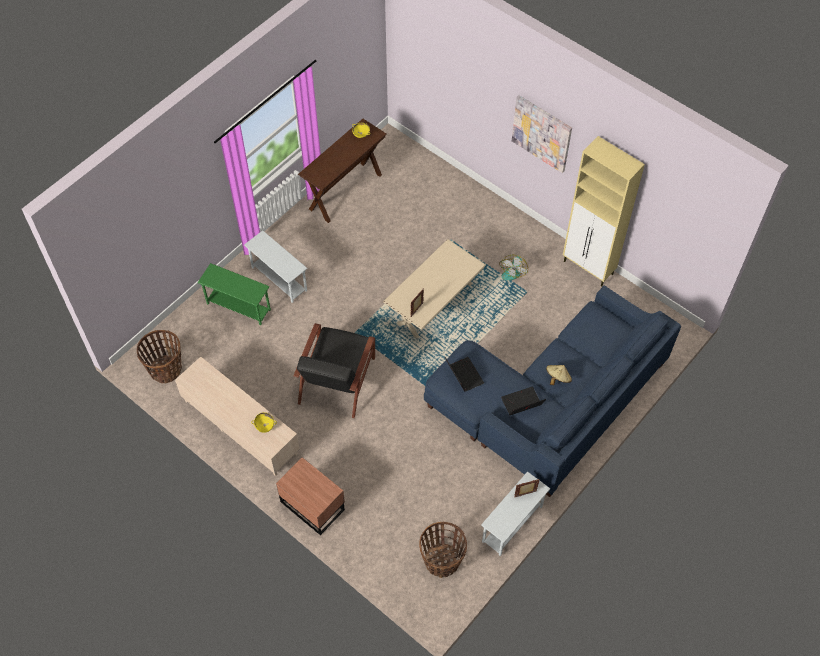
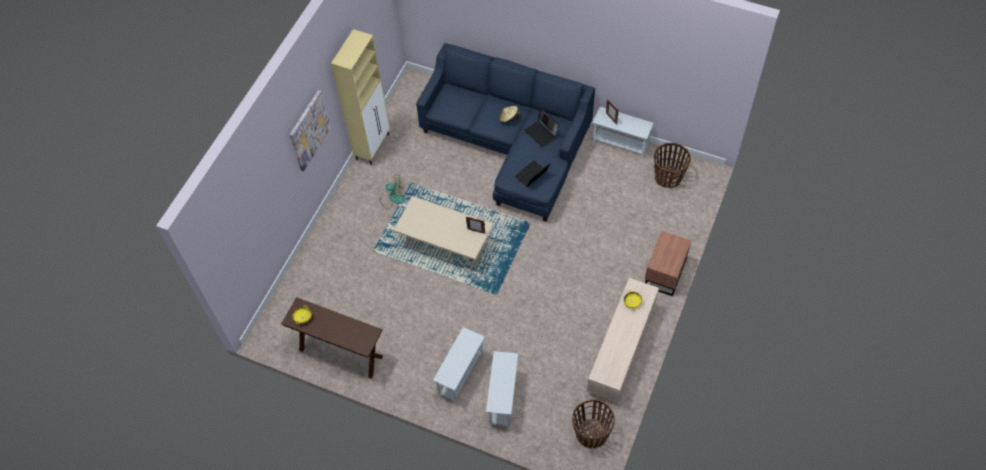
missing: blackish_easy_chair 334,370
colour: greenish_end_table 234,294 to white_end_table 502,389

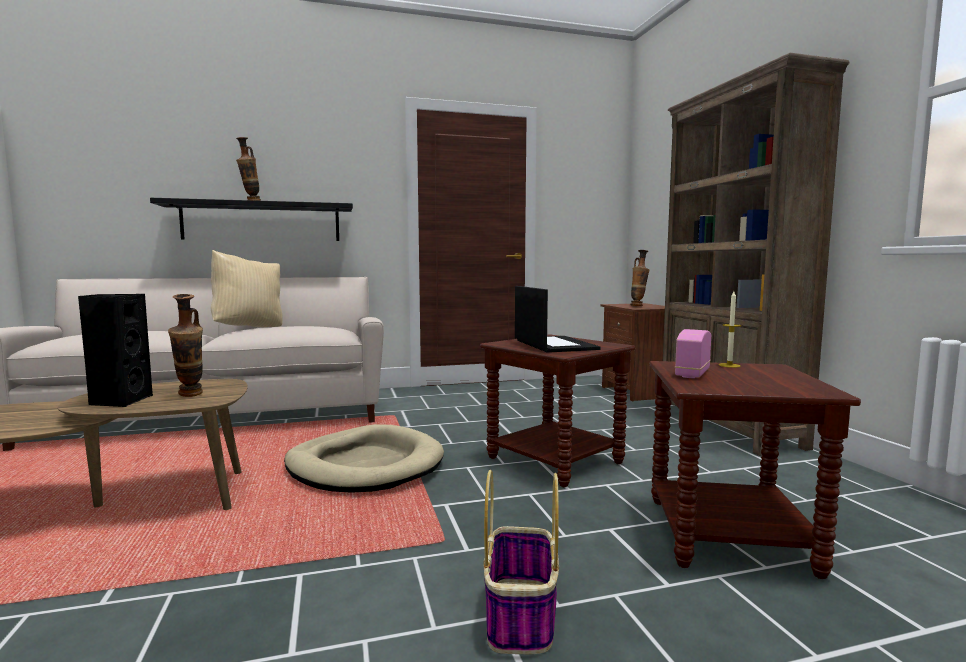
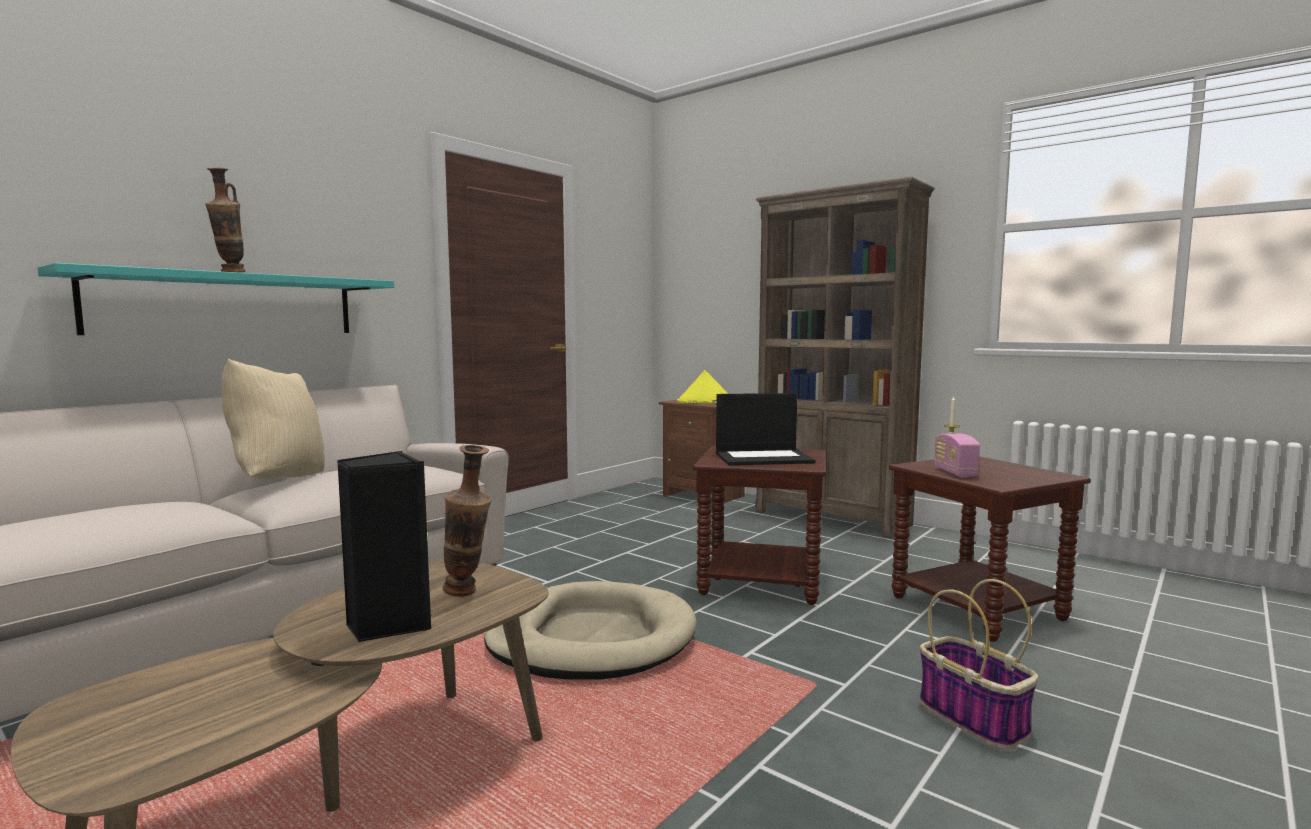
exchanged: flower_vase 640,278 to yellow_hat 702,387
colour: blackish_bracket_shelf 251,219 to blue-green_bracket_shelf 216,299
spun: laptop 557,319 = 765,429 135 degrees clockwise

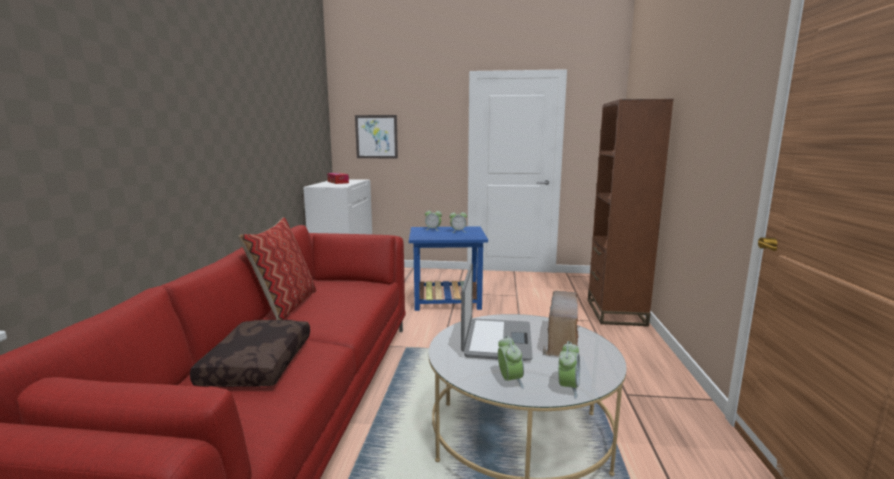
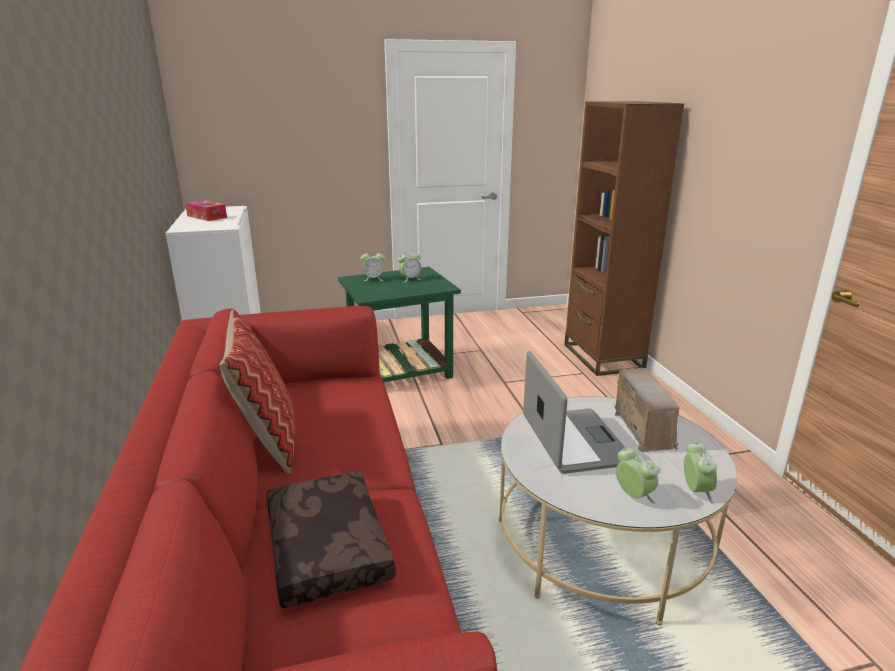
missing: wall_art 376,136
colour: bluish_end_table 448,268 to greenish_end_table 399,324

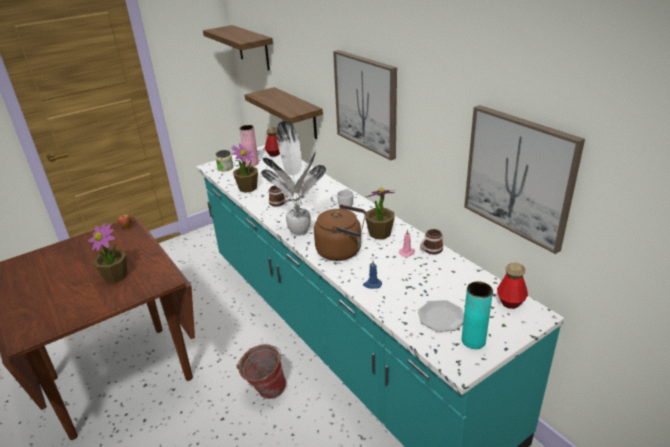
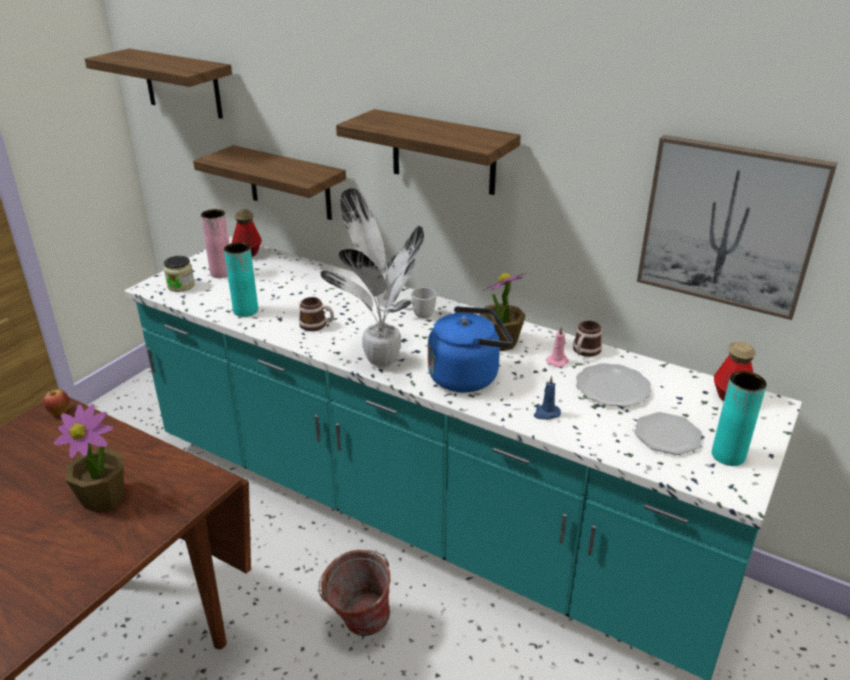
appeared: flat_dish 614,385
exchanged: houseplant 244,168 to blue-green_flower_vase 241,279; wall_art 365,105 to bracket_shelf 428,152
colour: brownish_tea_kettle 340,232 to bluish_tea_kettle 470,349

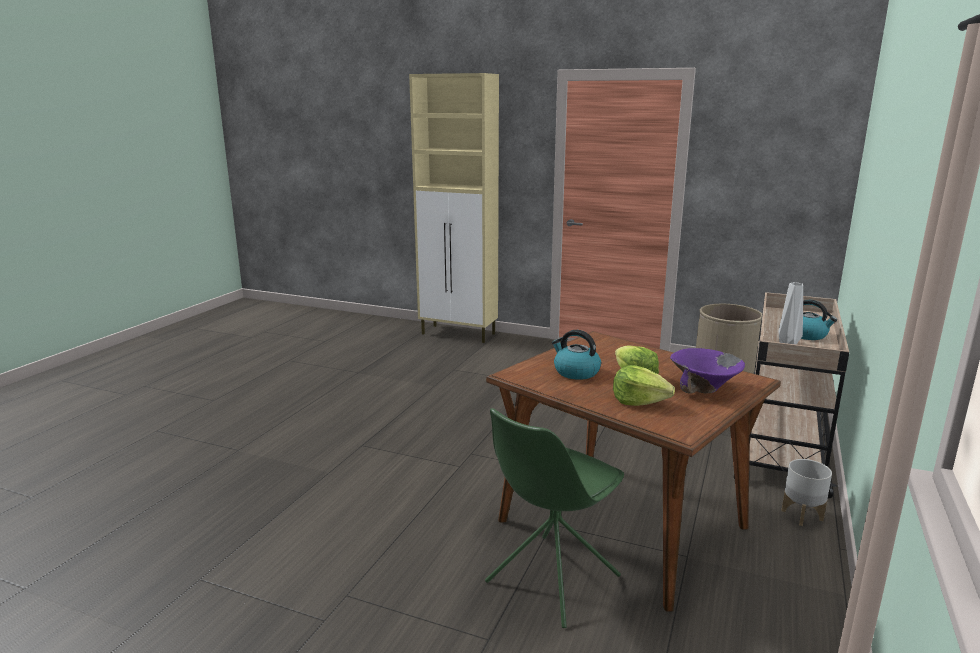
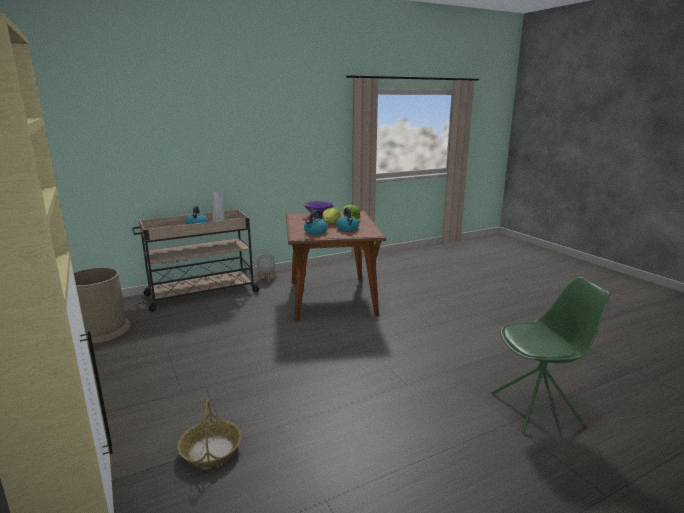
appeared: basket 209,434; tea_kettle 316,222
relocated: greenish_plain_chair 554,518 to 550,355

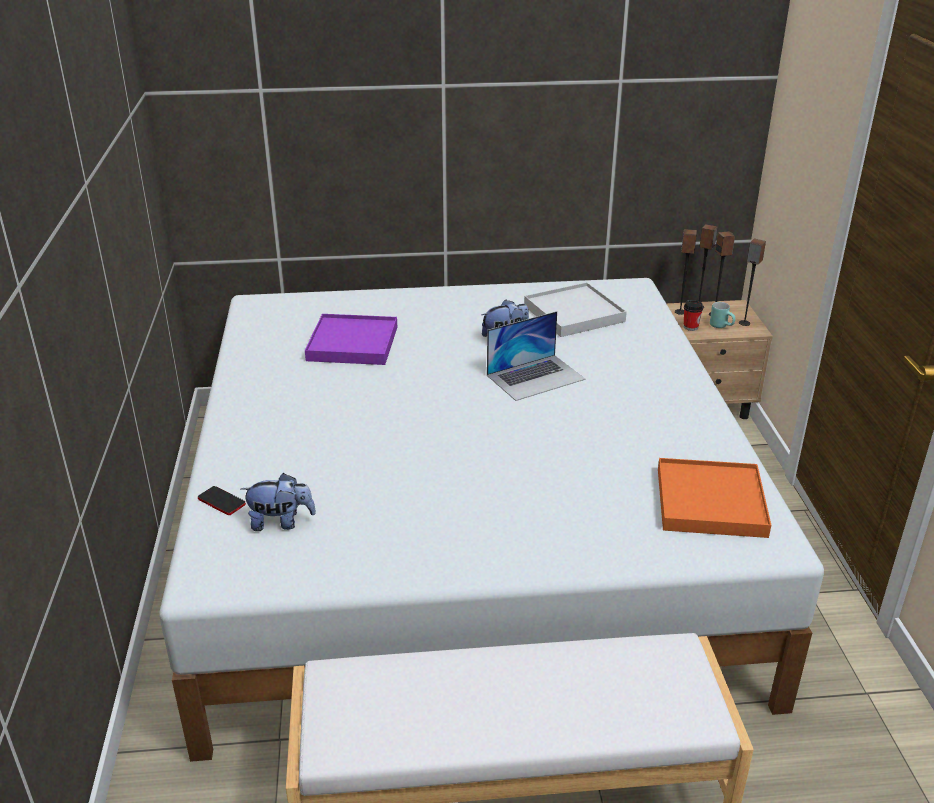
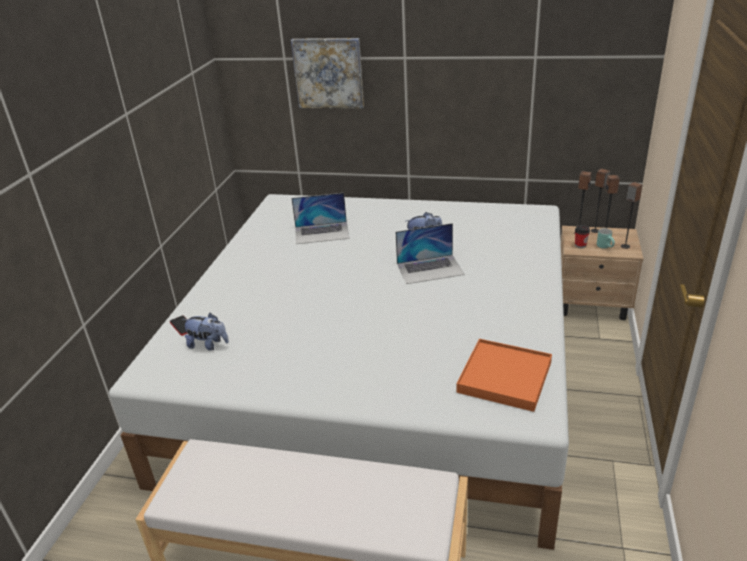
missing: white_tray 575,309
appeared: wall_art 327,73
exchanged: purplish_tray 351,339 to laptop 321,218

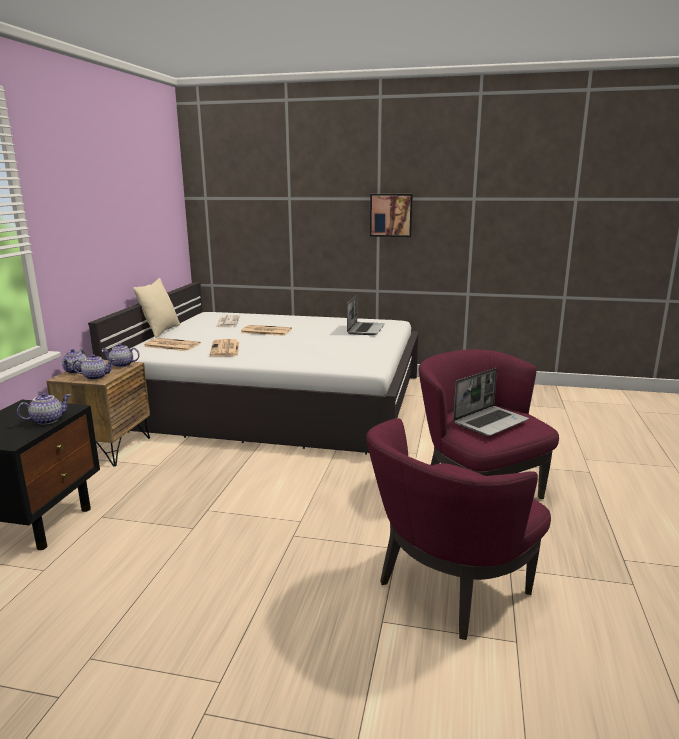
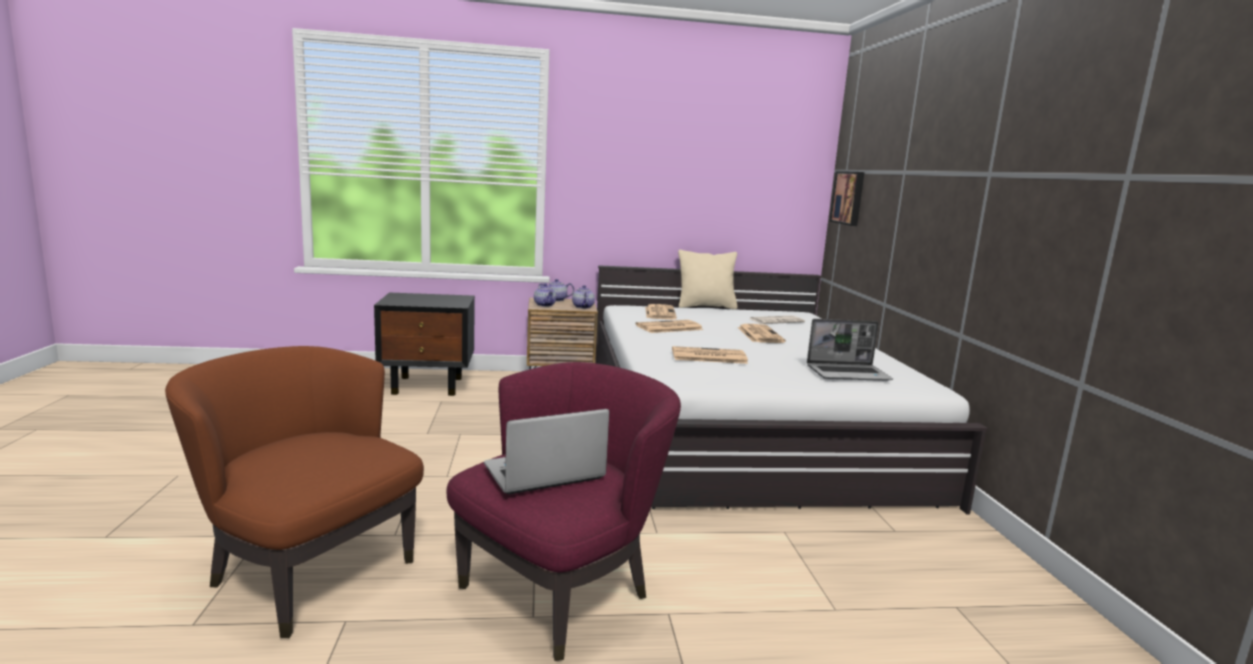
missing: pot_for_tea 43,409
appeared: newspaper 710,355
relocated: wall_art 391,215 to 847,198
colour: purplish_easy_chair 458,529 to brownish_easy_chair 294,492
spun: laptop 491,402 = 546,451 120 degrees clockwise

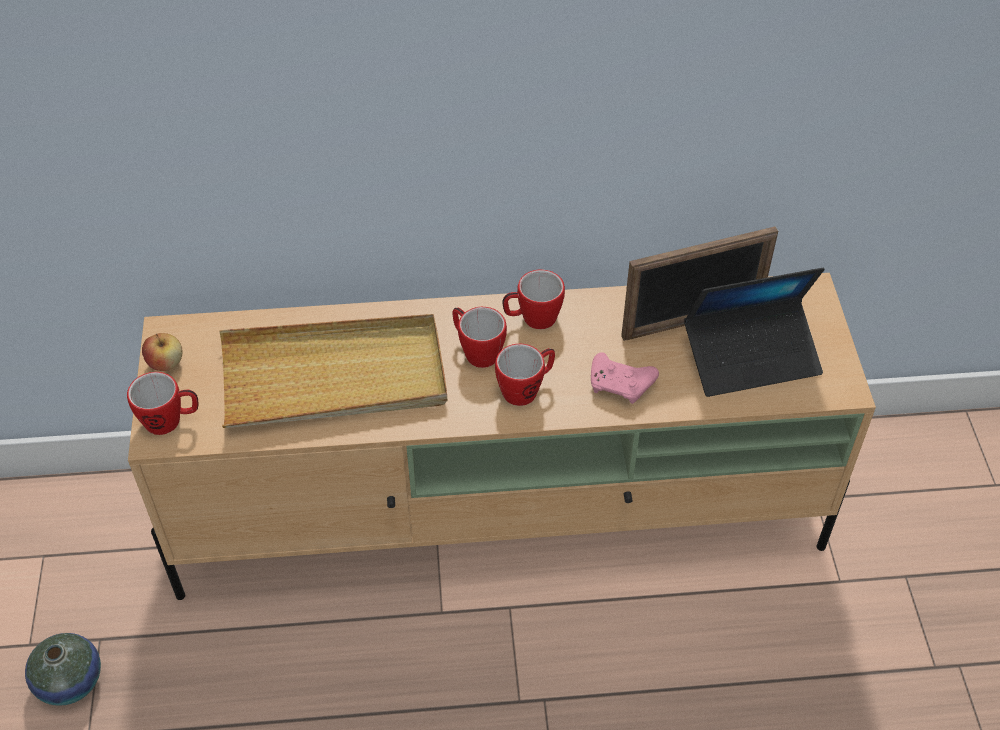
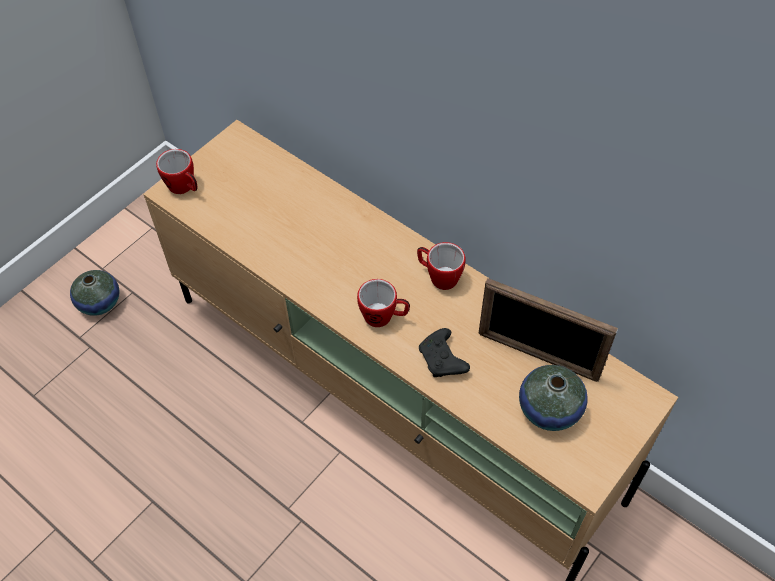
missing: whole_apple 162,352; beige_tray 333,371; coffee_mug 479,337
exchanged: laptop 754,332 to flower_vase 553,398
colour: pink-coloured_joypad 625,378 to blackish_joypad 444,352

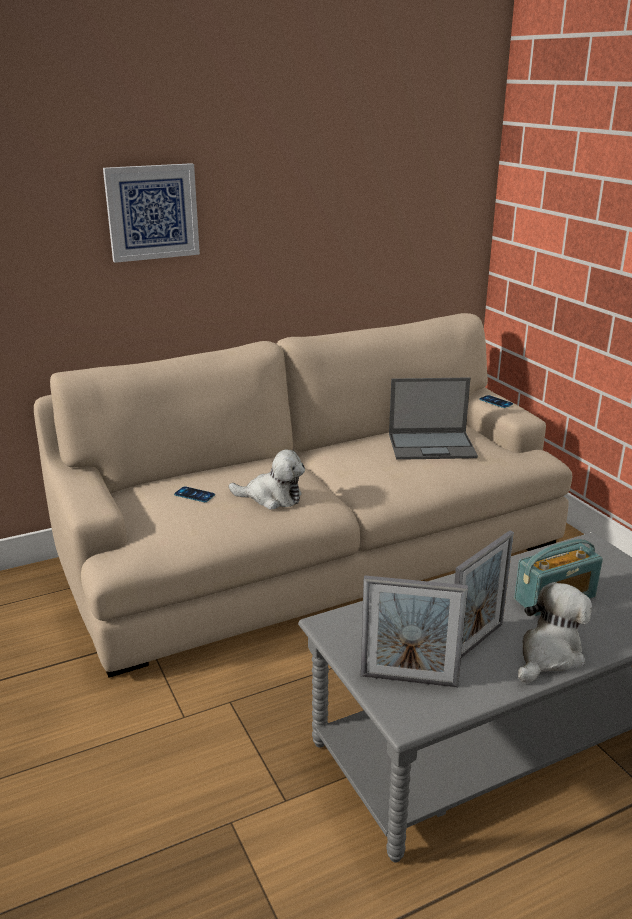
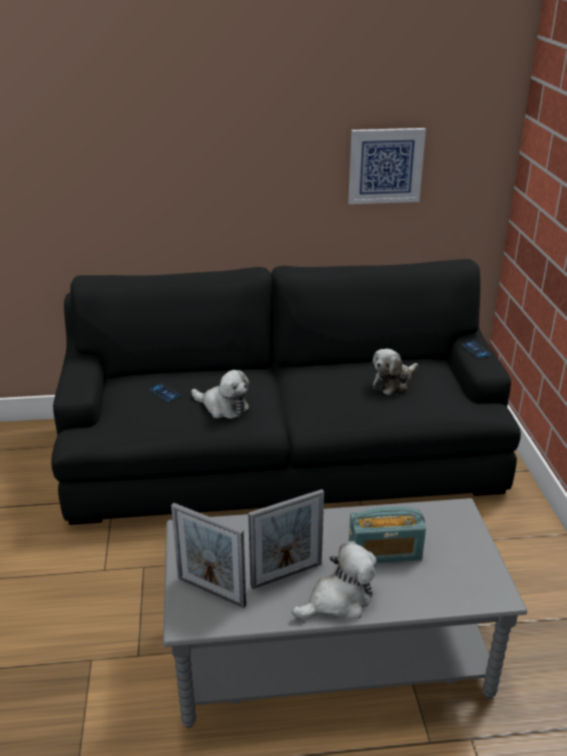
relocated: wall_art 151,213 to 387,166
exchanged: laptop 433,418 to cuddly_toy 395,372
colour: beige_sofa 303,495 to blackish_sofa 286,392

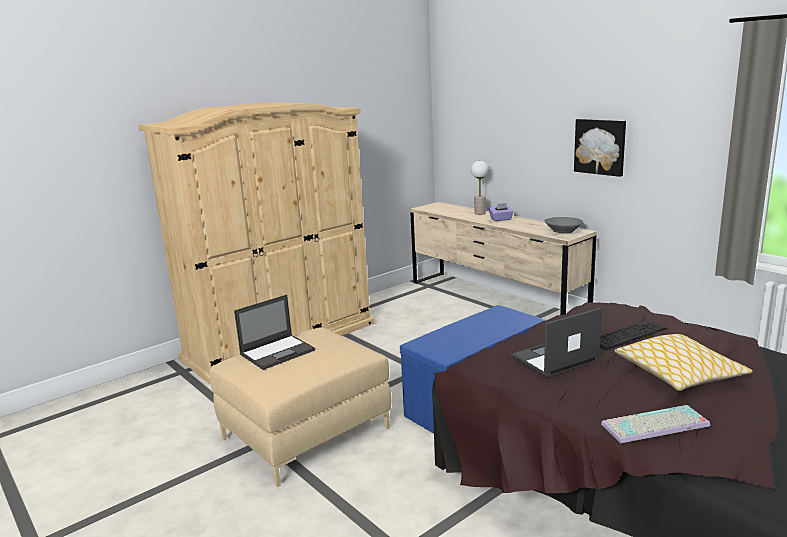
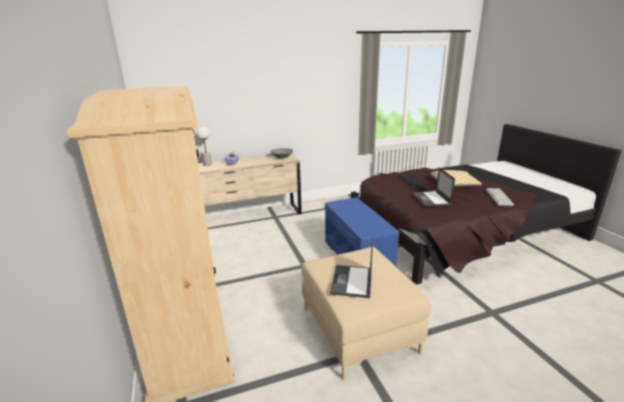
missing: wall_art 600,148
spun: laptop 274,332 = 351,267 150 degrees counterclockwise

